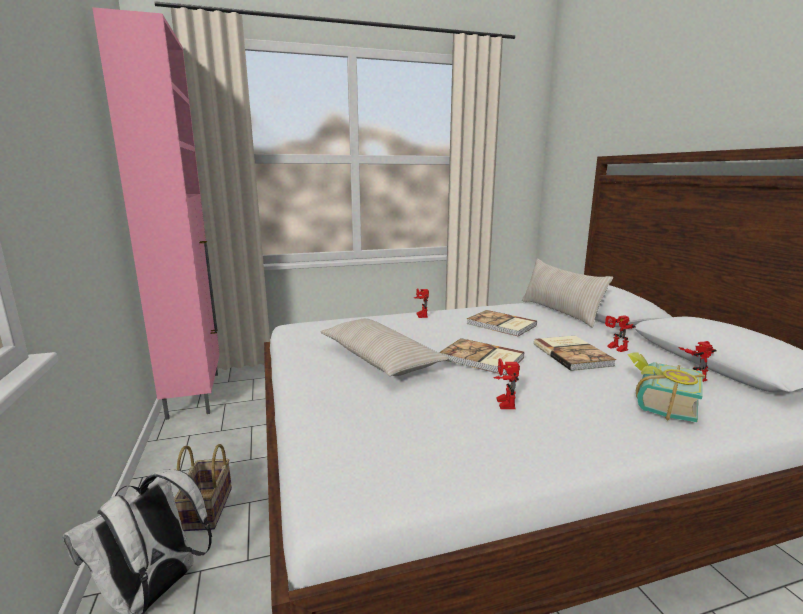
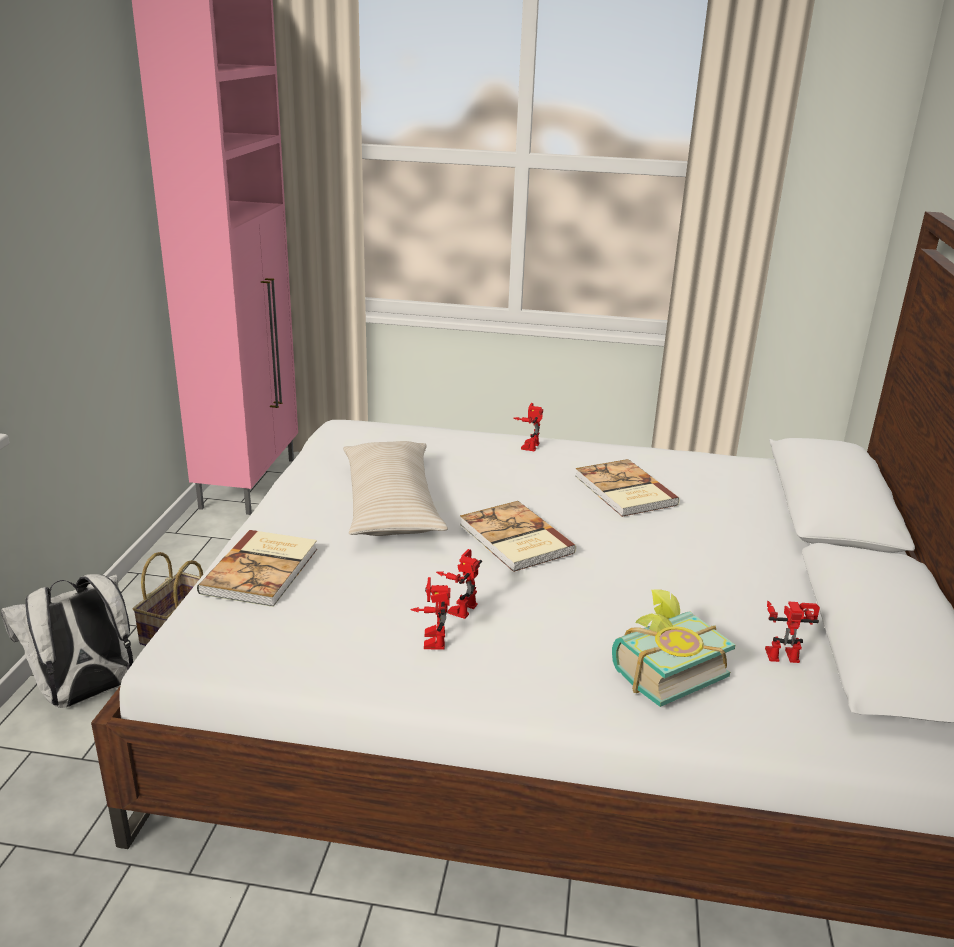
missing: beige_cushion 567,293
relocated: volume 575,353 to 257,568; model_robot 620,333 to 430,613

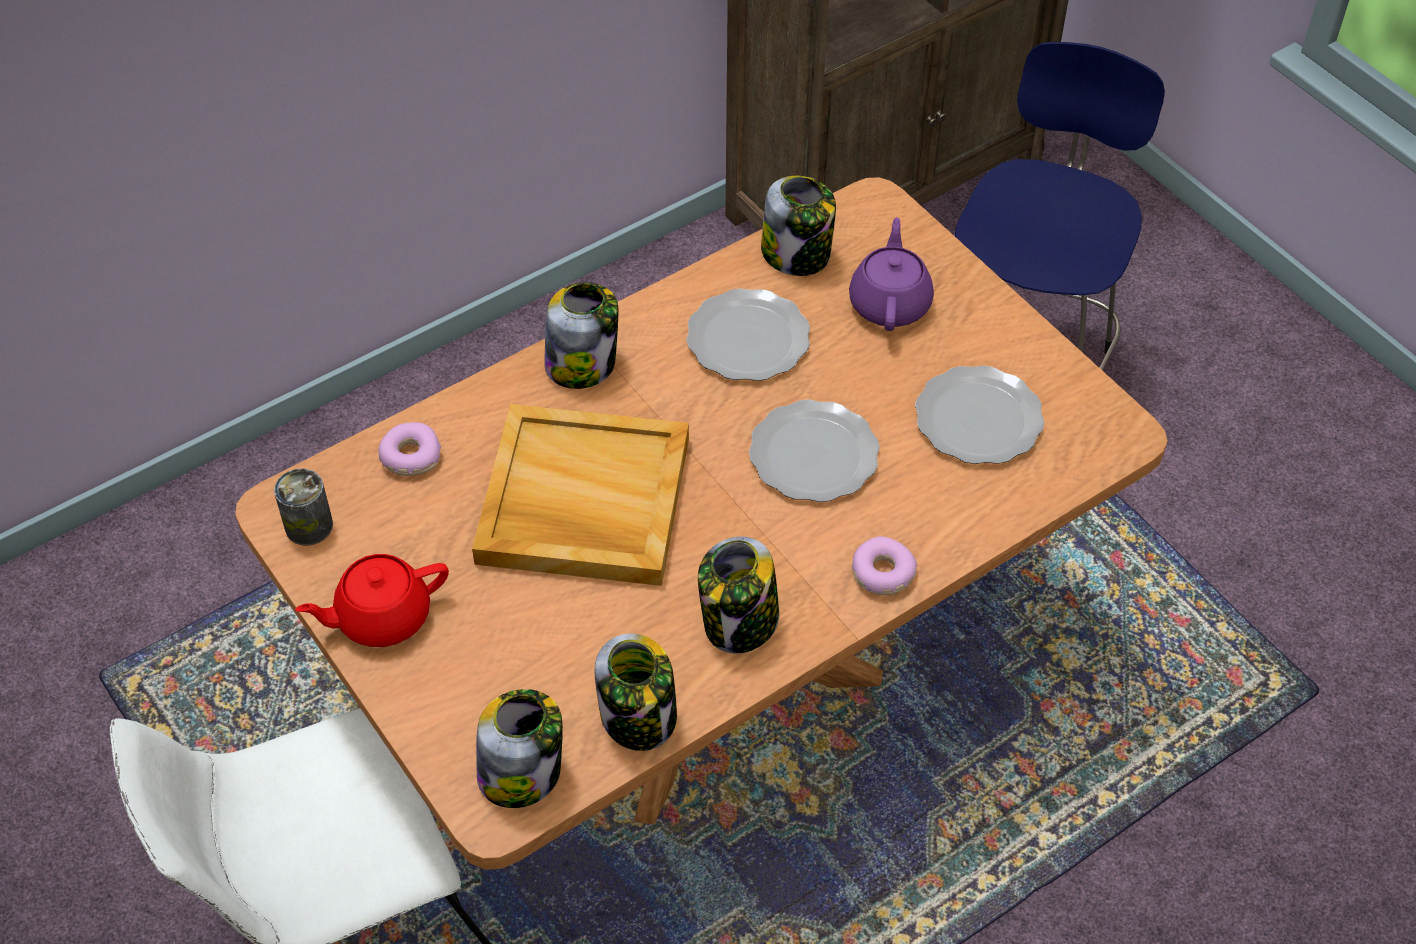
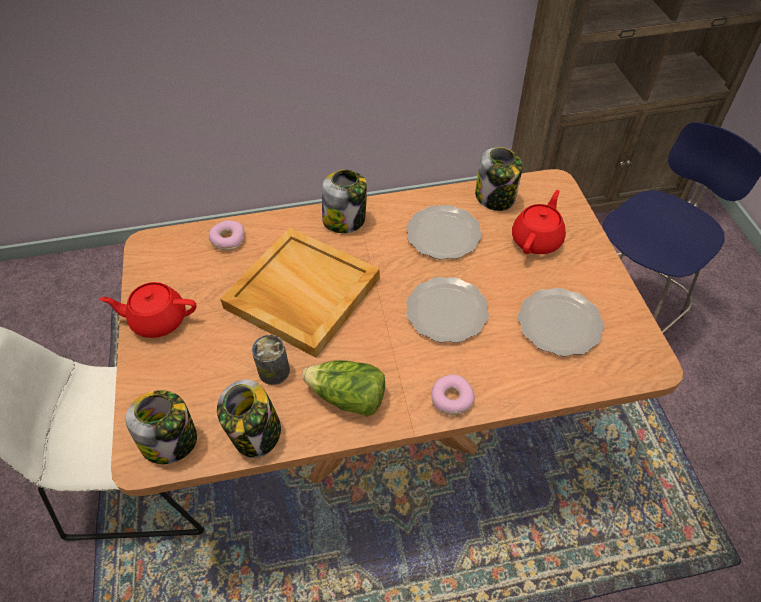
relocated: can 303,507 to 271,360
exchanged: preserve_jar 738,595 to head_of_lettuce 343,388
colour: purplish_pot_for_tea 891,274 to red-coloured_pot_for_tea 539,222

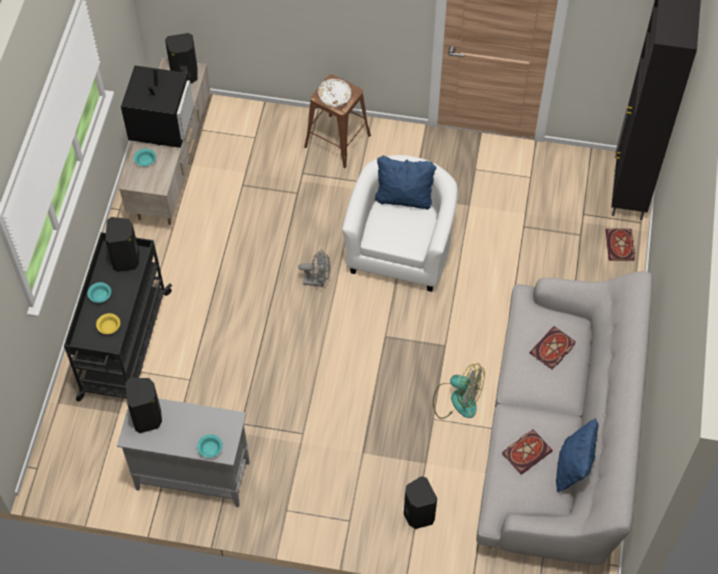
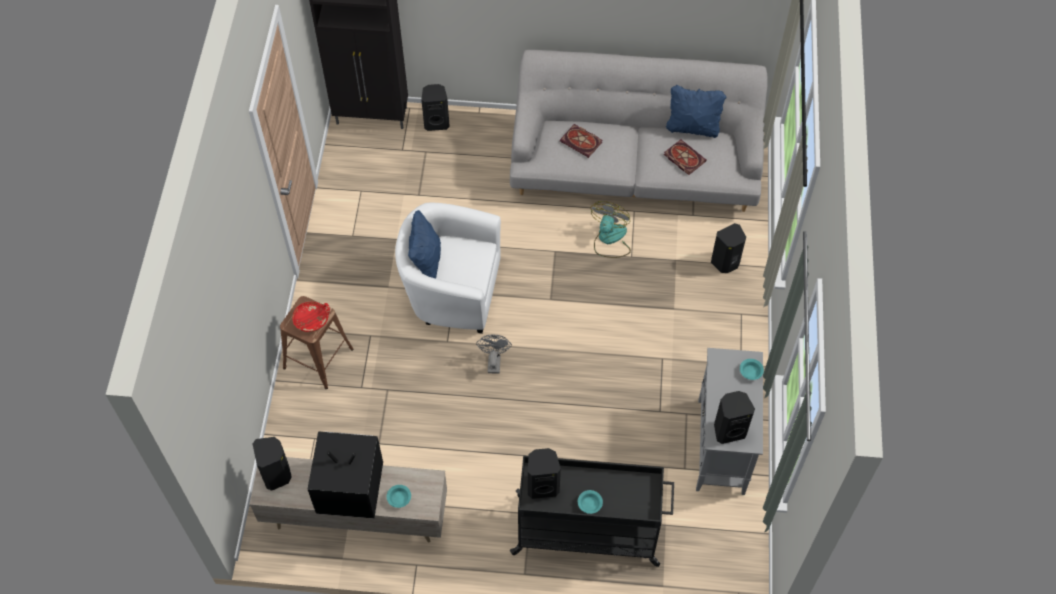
missing: yellow_deep_dish 108,323
exchanged: volume 620,245 to blackish_audio_speaker 435,107
colour: white_deep_dish 334,93 to red-coloured_deep_dish 311,317

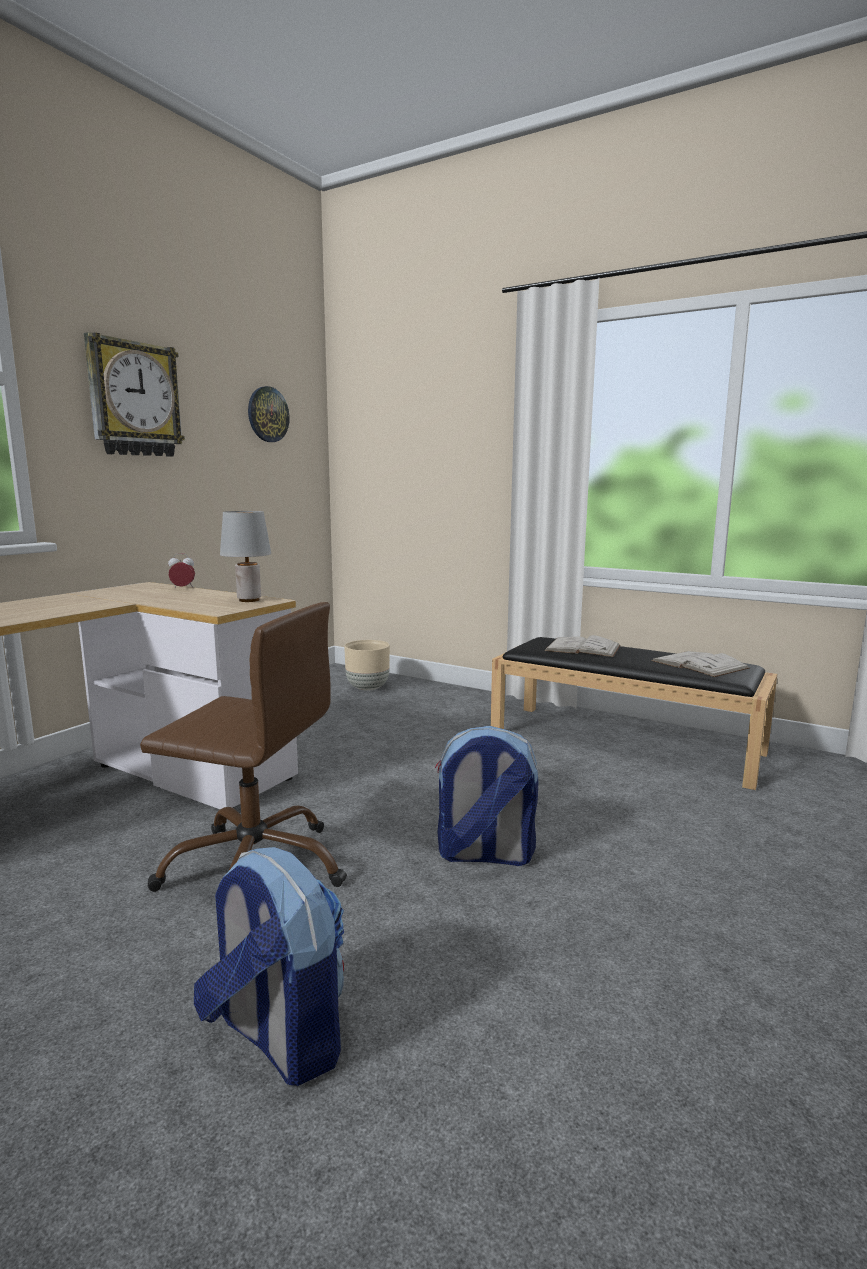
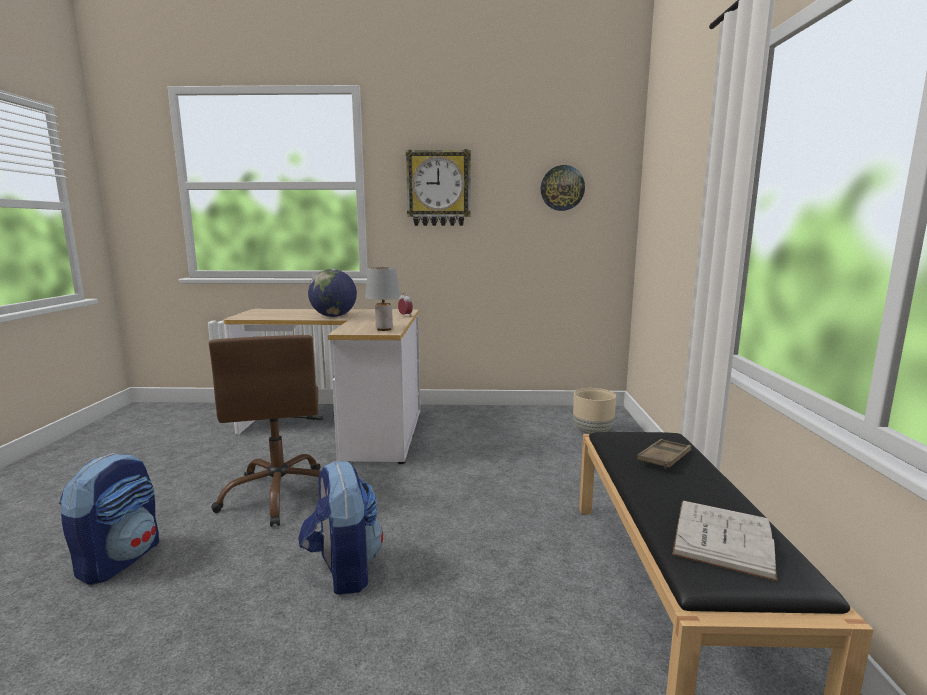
appeared: world_globe 332,293
exchanged: white_volume 582,646 to brownish_tray 664,454

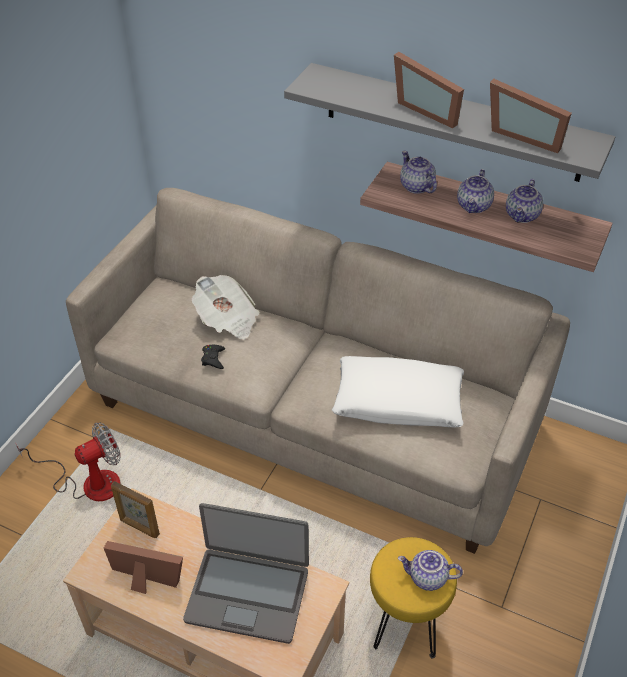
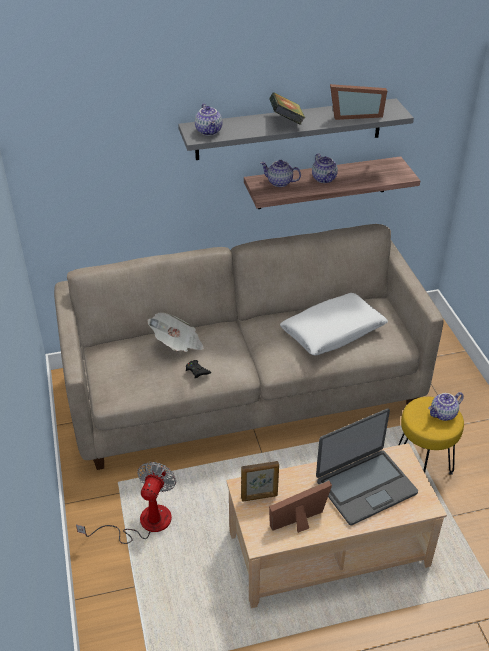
relocated: pot_for_tea 524,201 to 208,119
exchanged: photo_frame 429,90 to volume 287,108

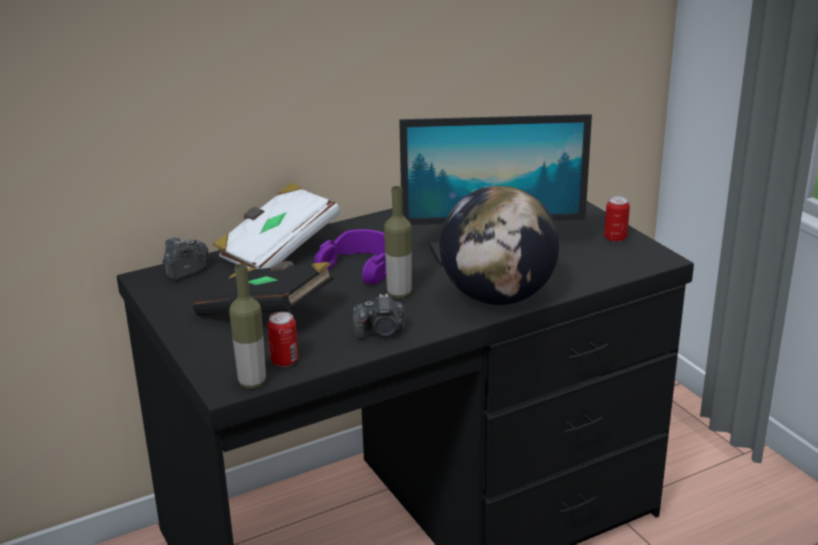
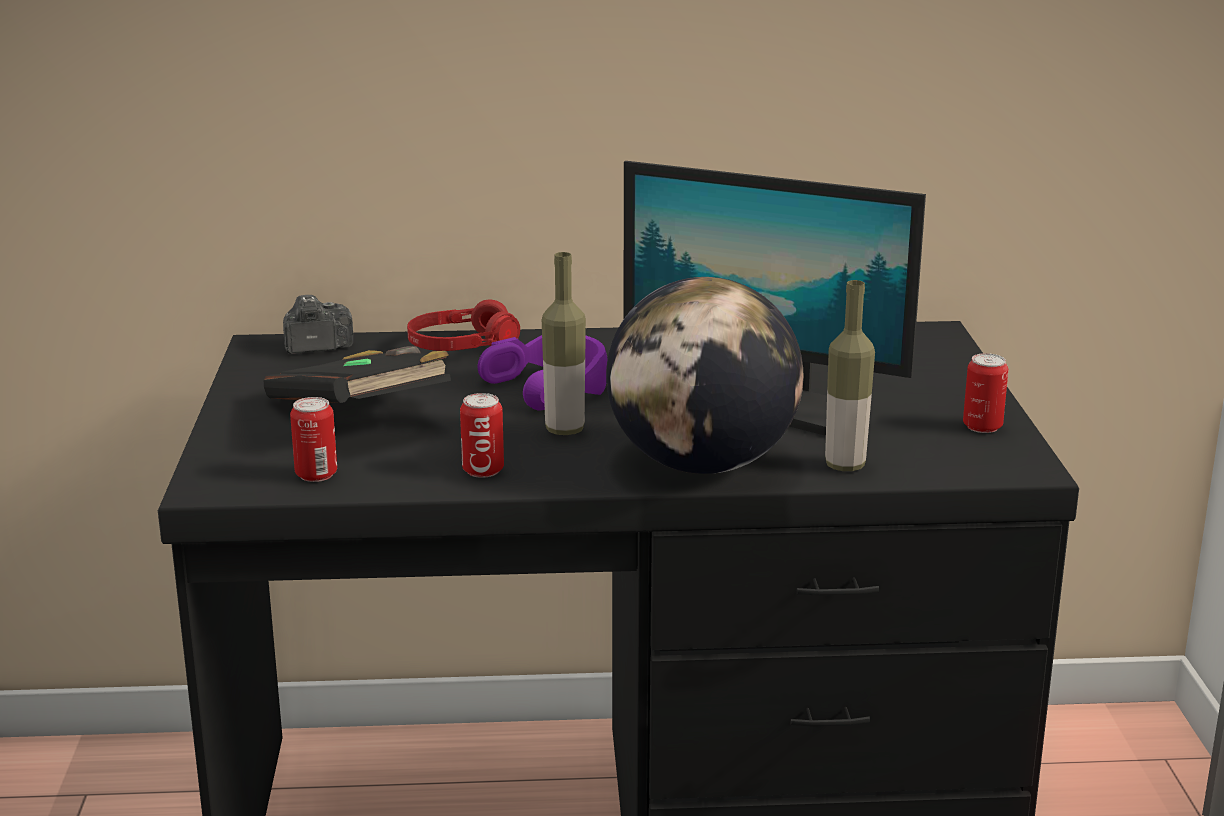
relocated: beverage_bottle 247,326 to 850,375
exchanged: white_volume 277,226 to red-coloured_pair_of_headphones 463,325; photo_camera 379,317 to can 482,435

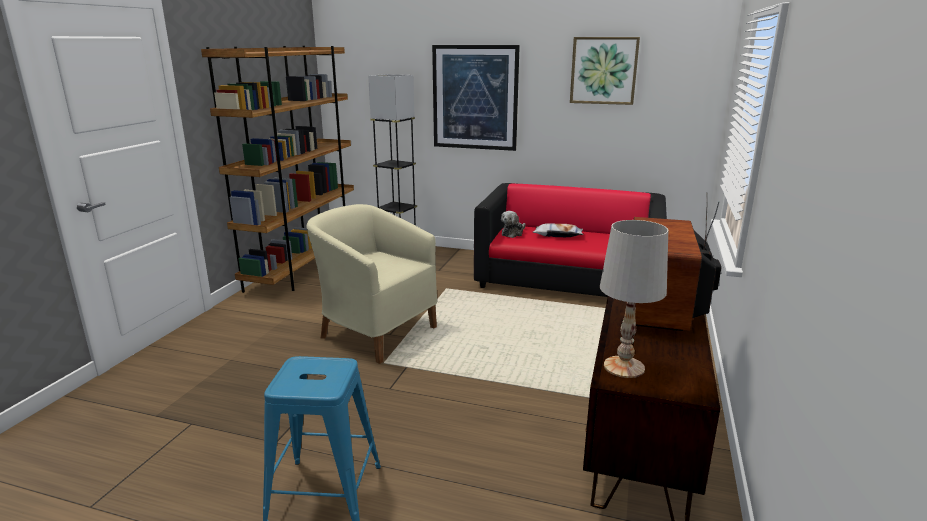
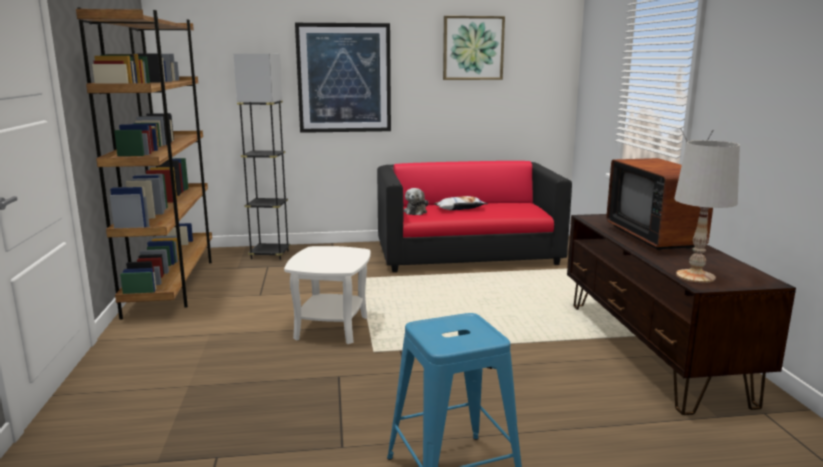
exchanged: beige_easy_chair 372,284 to white_end_table 327,295

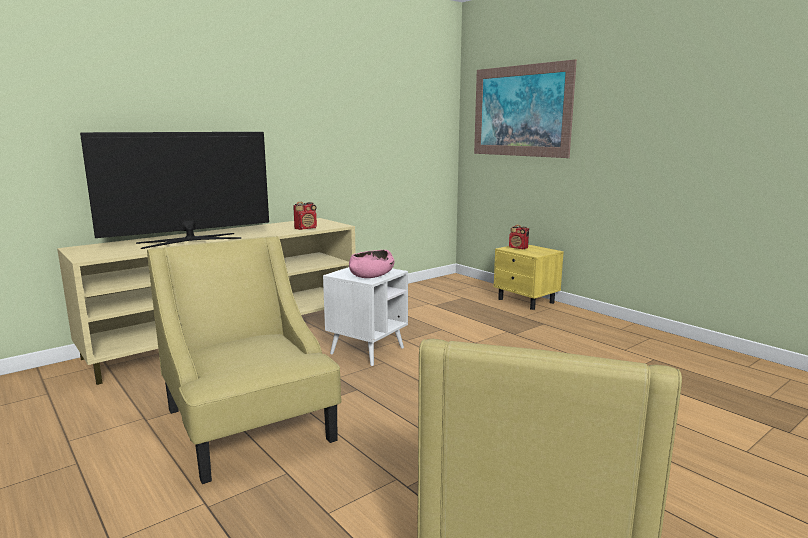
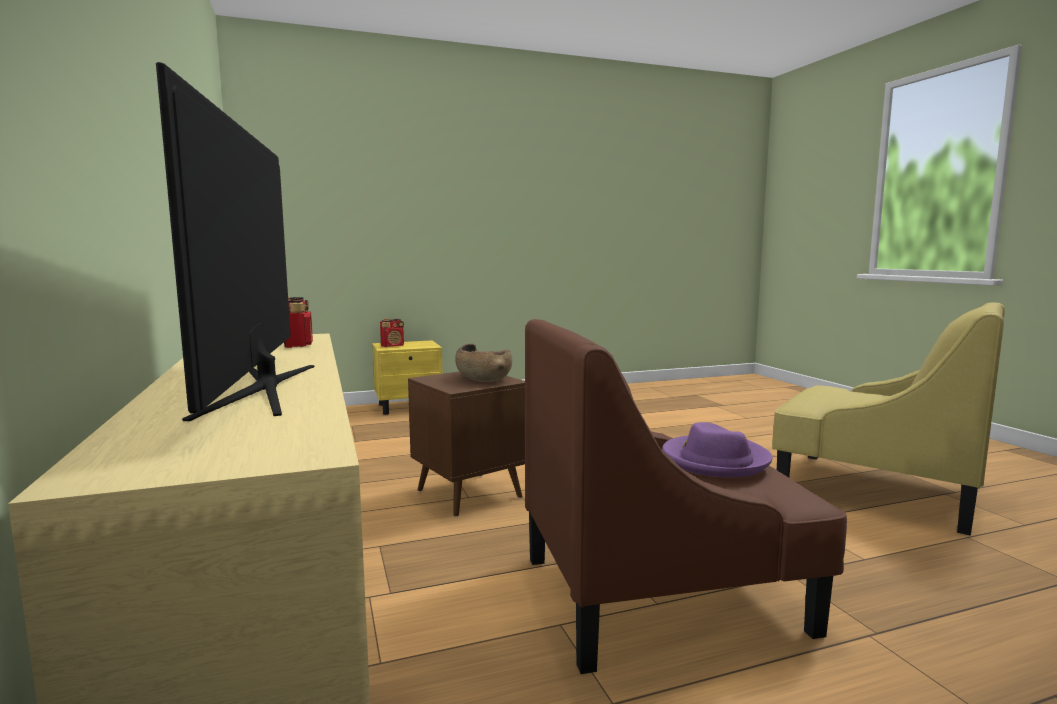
missing: wall_art 525,108
appeared: purplish_hat 717,449
colour: white_end_table 365,316 to brownish_end_table 466,444; pink-coloured_deep_dish 372,264 to brownish_deep_dish 483,362; yellow_easy_chair 244,360 to brownish_easy_chair 686,496

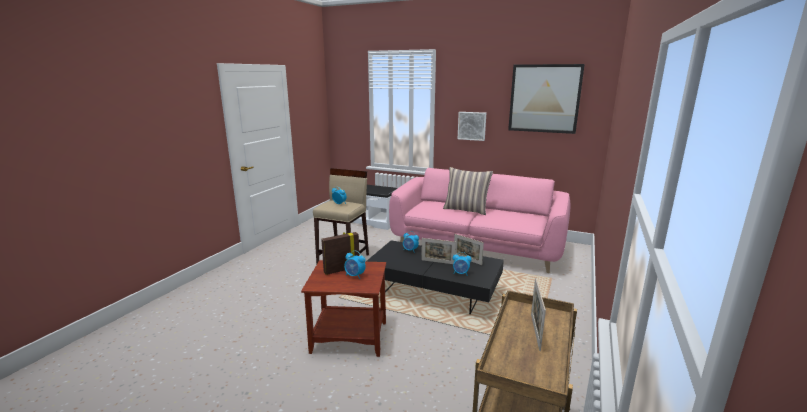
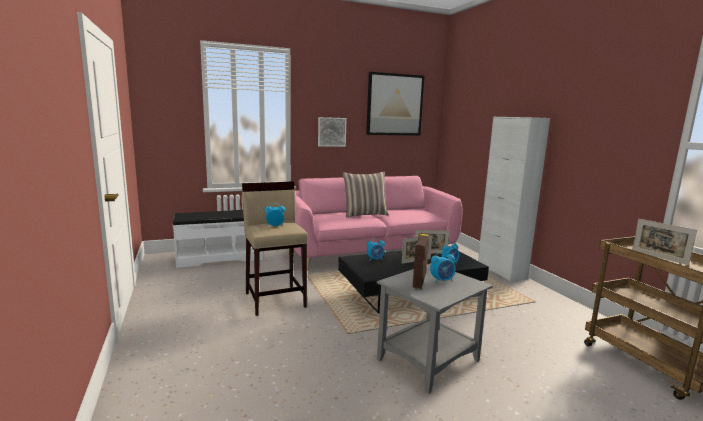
appeared: white_cabinet 514,199
colour: brownish_end_table 343,308 to greyish_end_table 435,328

